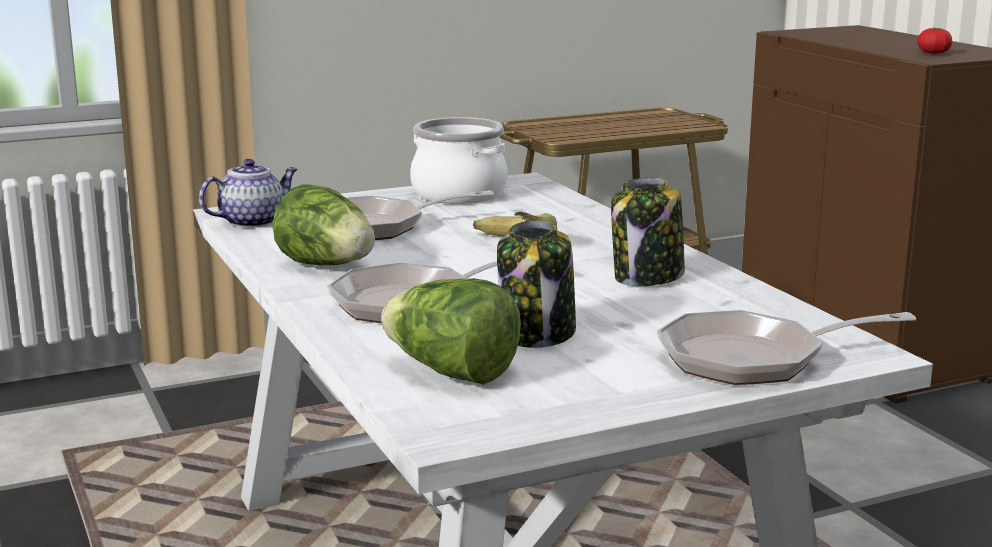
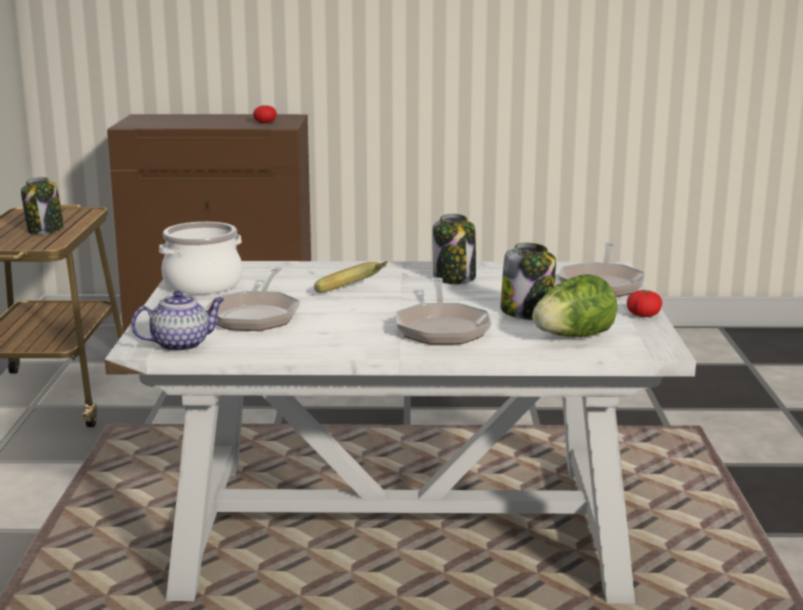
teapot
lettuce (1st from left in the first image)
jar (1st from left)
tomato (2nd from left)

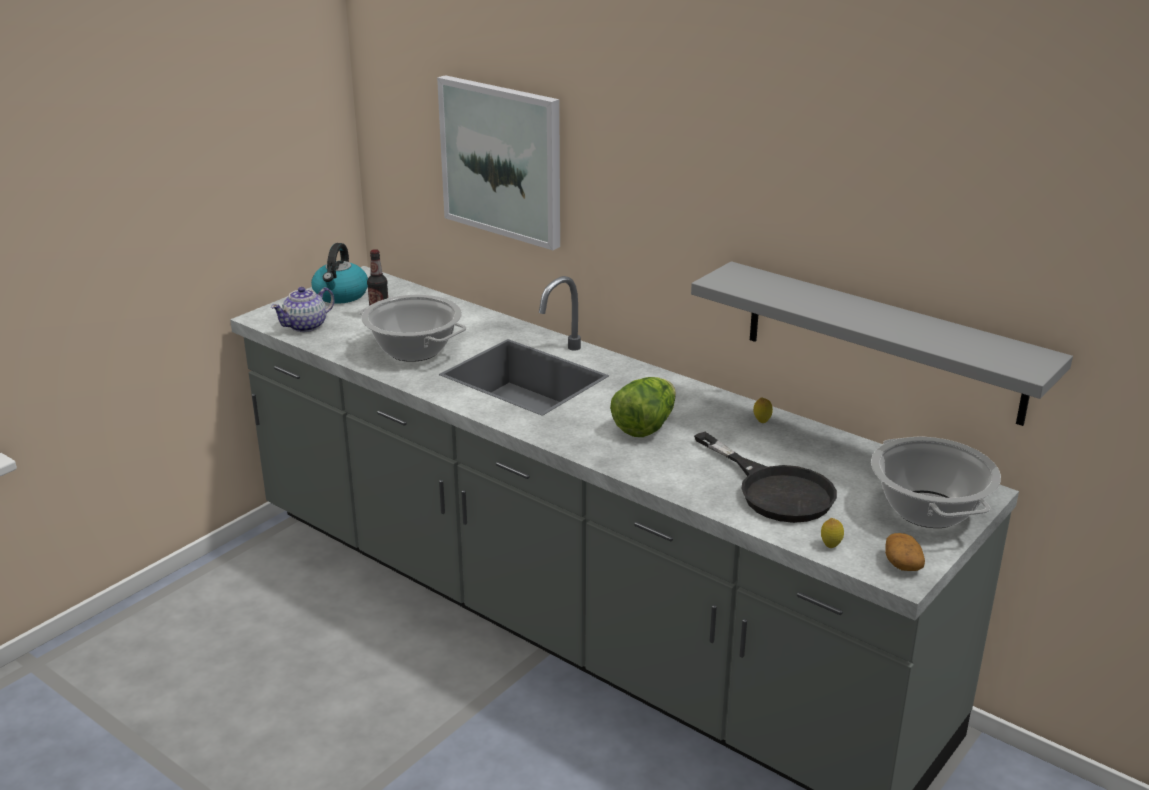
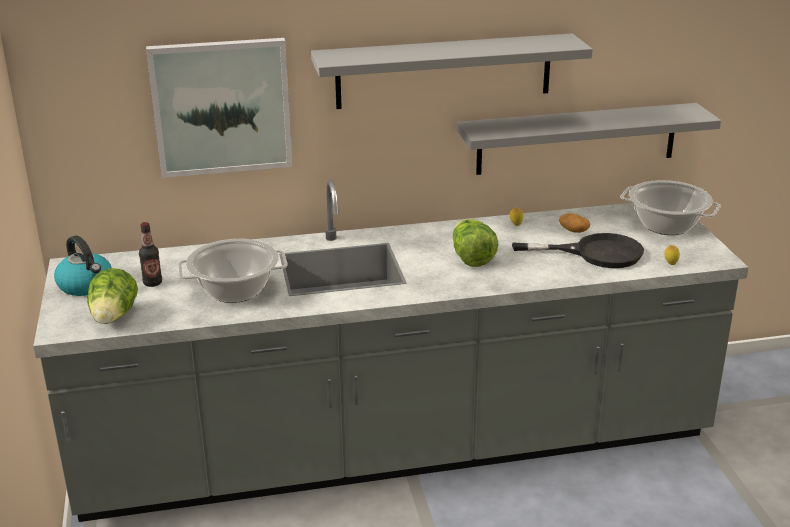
lettuce (1st from left)
potato
grey_shelf (1st from left)

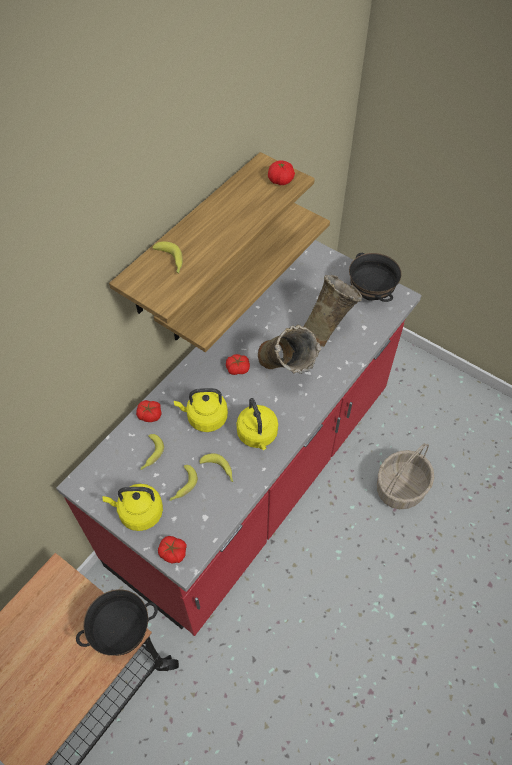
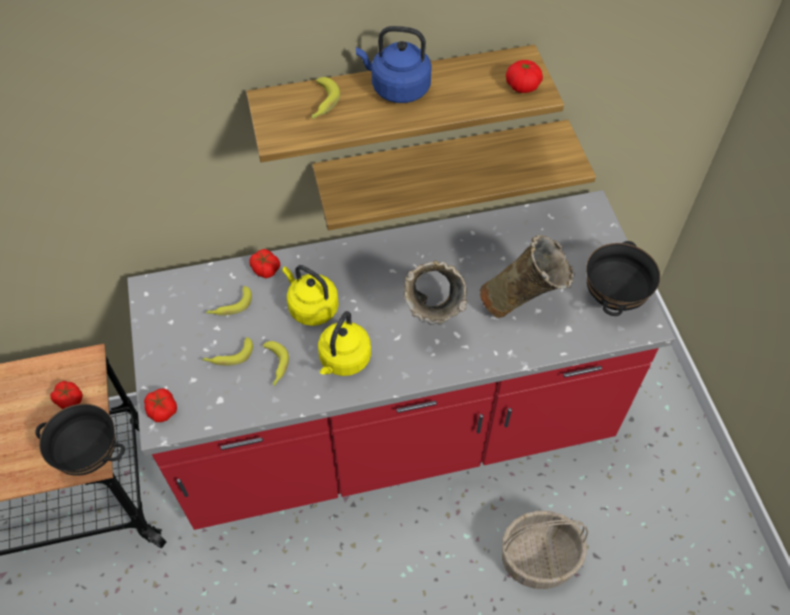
tomato (1st from left)
yellow_kettle (1st from left in the first image)
blue_kettle

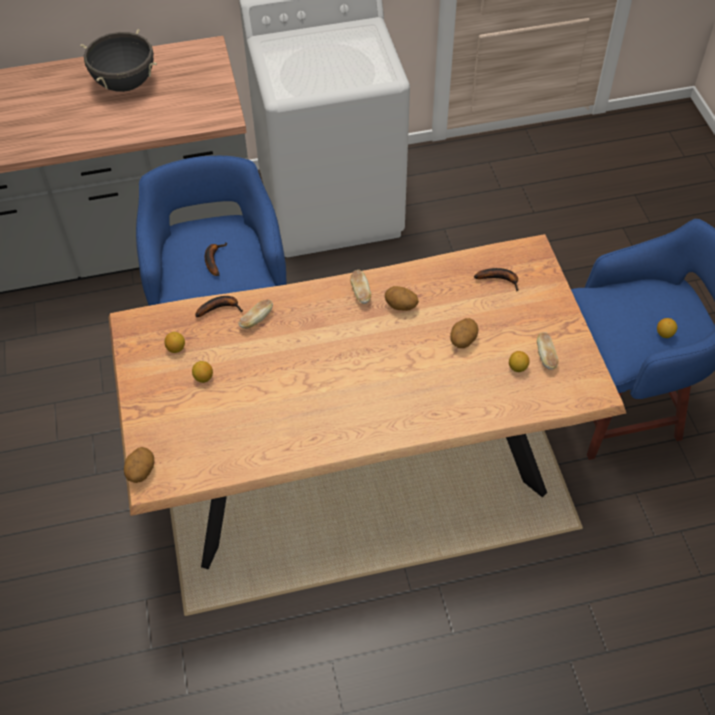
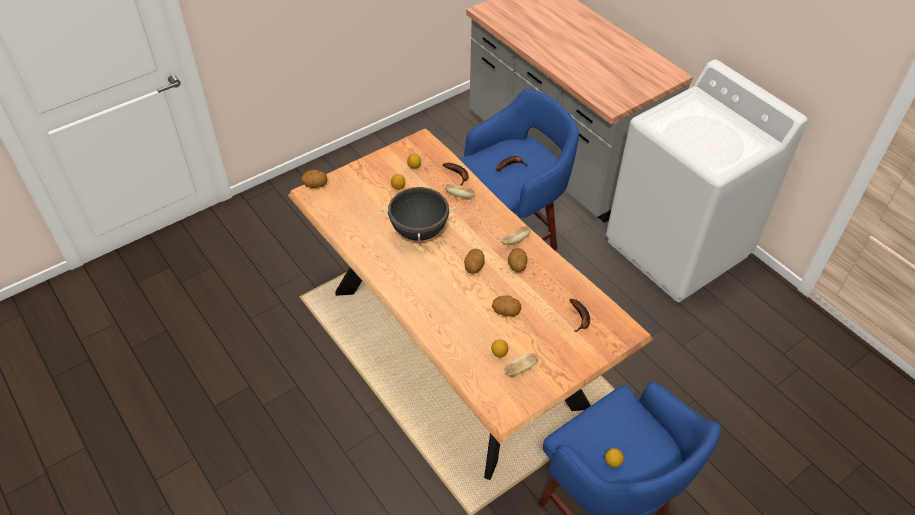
black_cooking_pot
potato (2nd from left)

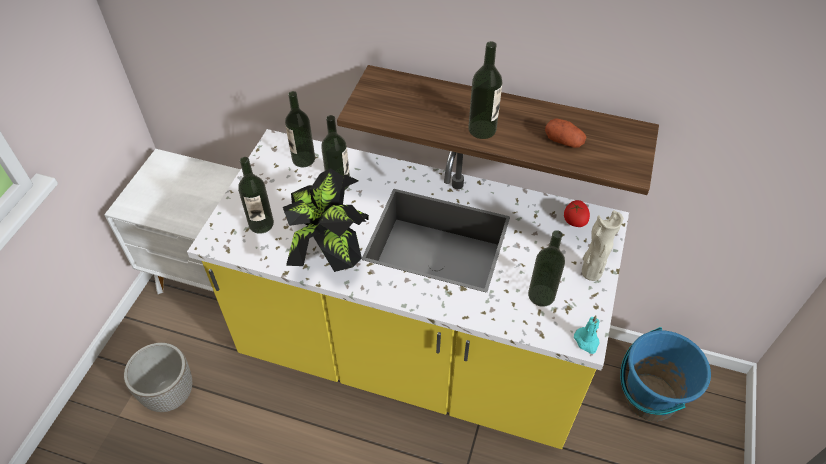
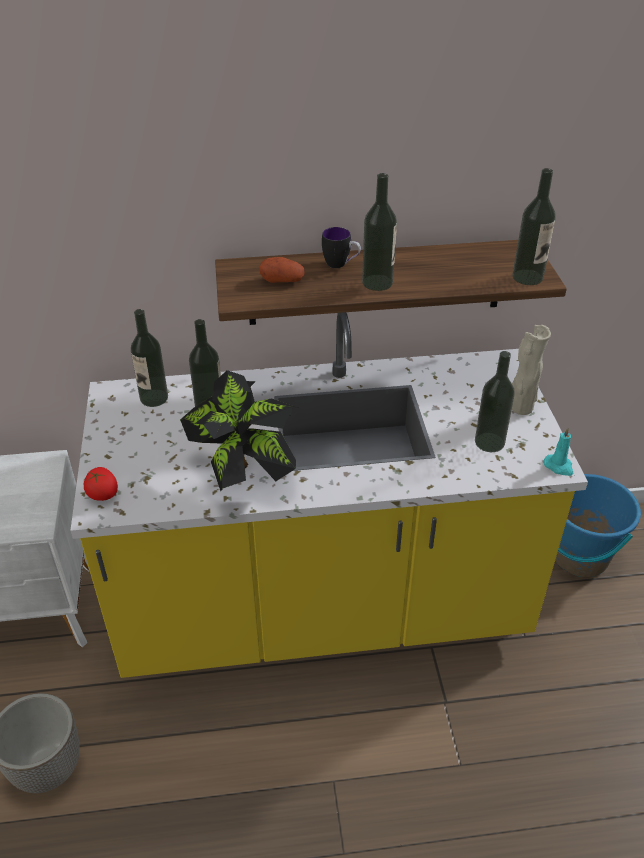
potato
bottle (5th from left)
tomato
mug

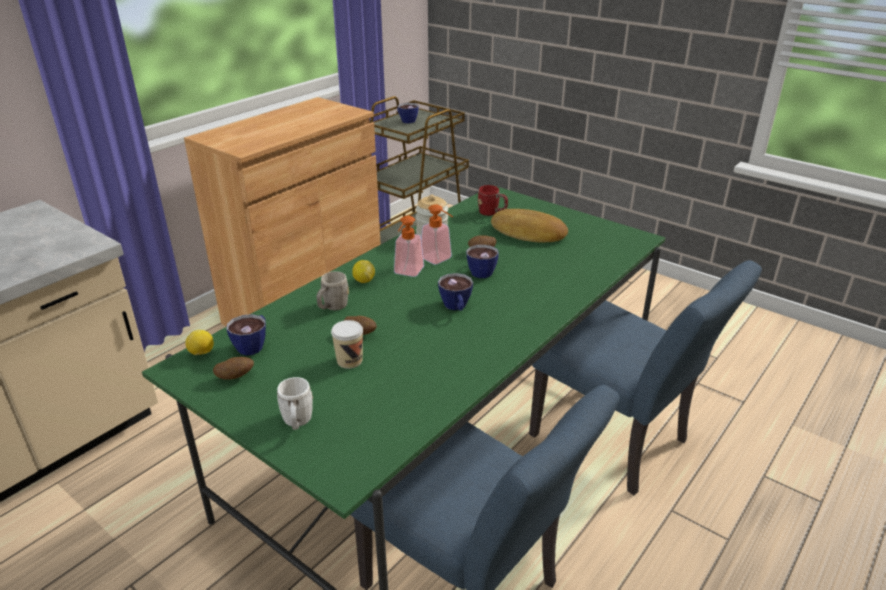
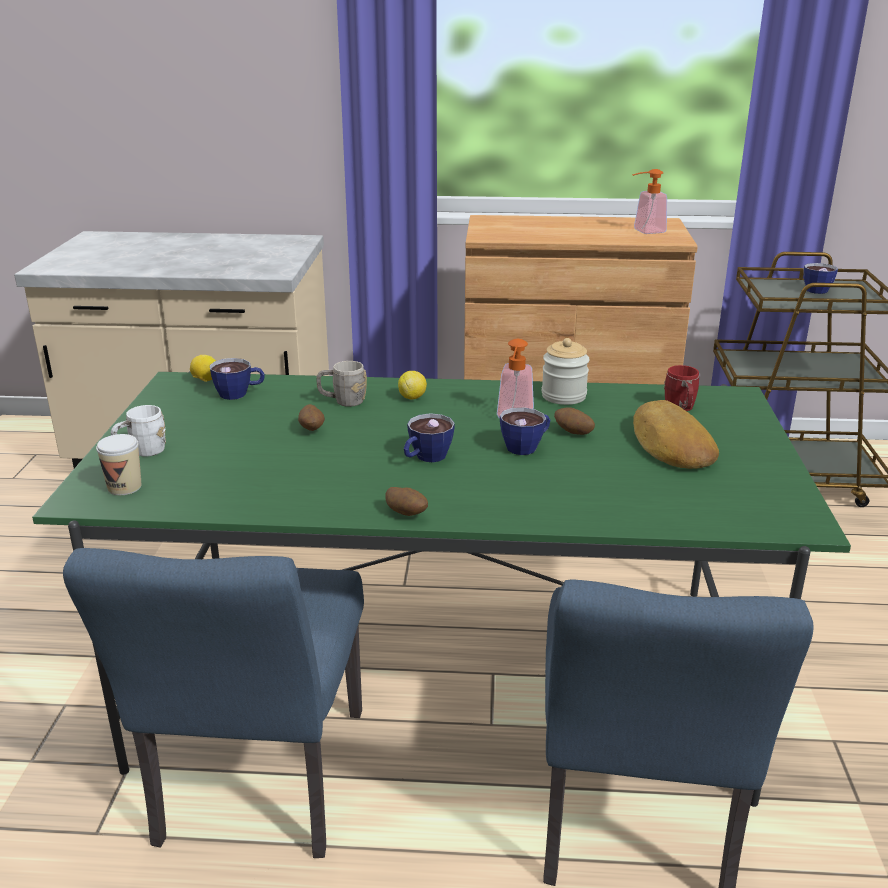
soap_dispenser (2nd from left)
cup (1st from left)
potato (2nd from left)

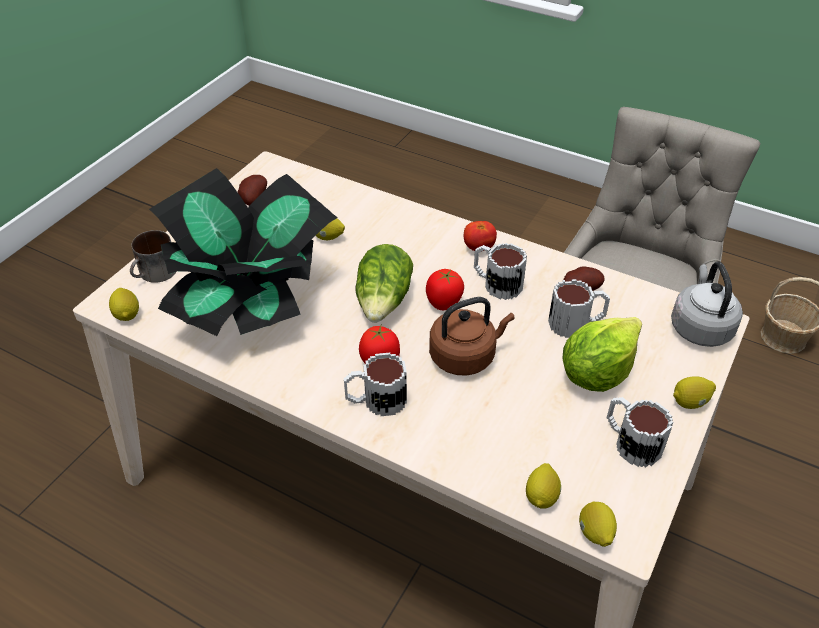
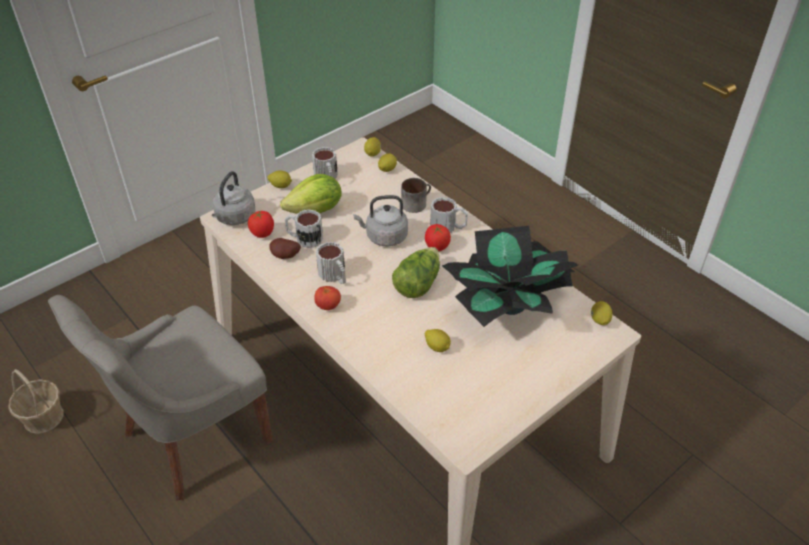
potato (1st from left in the first image)
mug (4th from left)
tomato (1st from left)
grey_kettle (2nd from left)

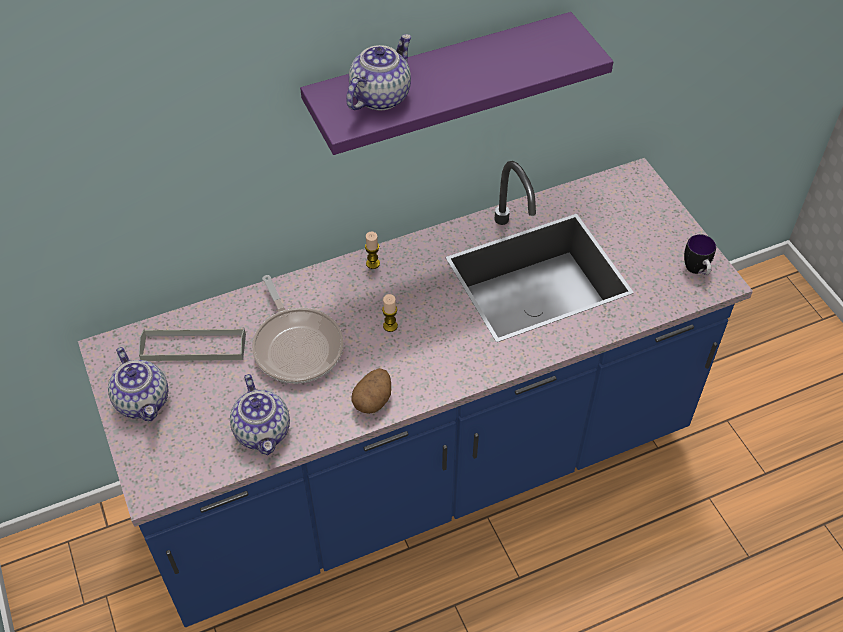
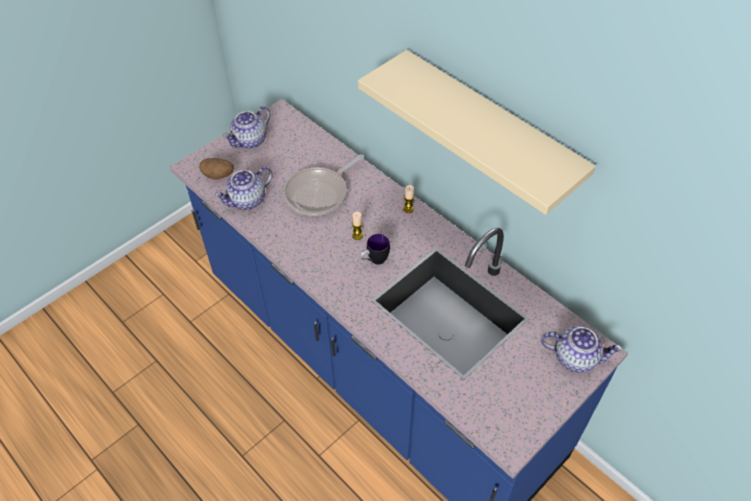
beige_shelf
teapot (3rd from left)
mug
grey_tray
potato

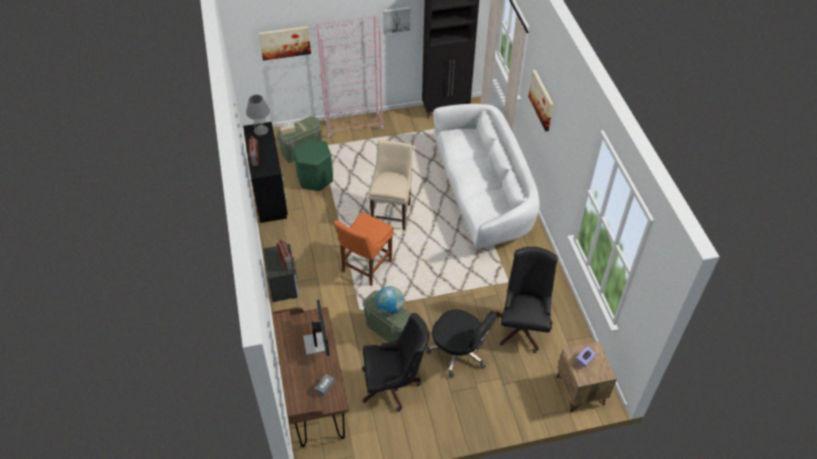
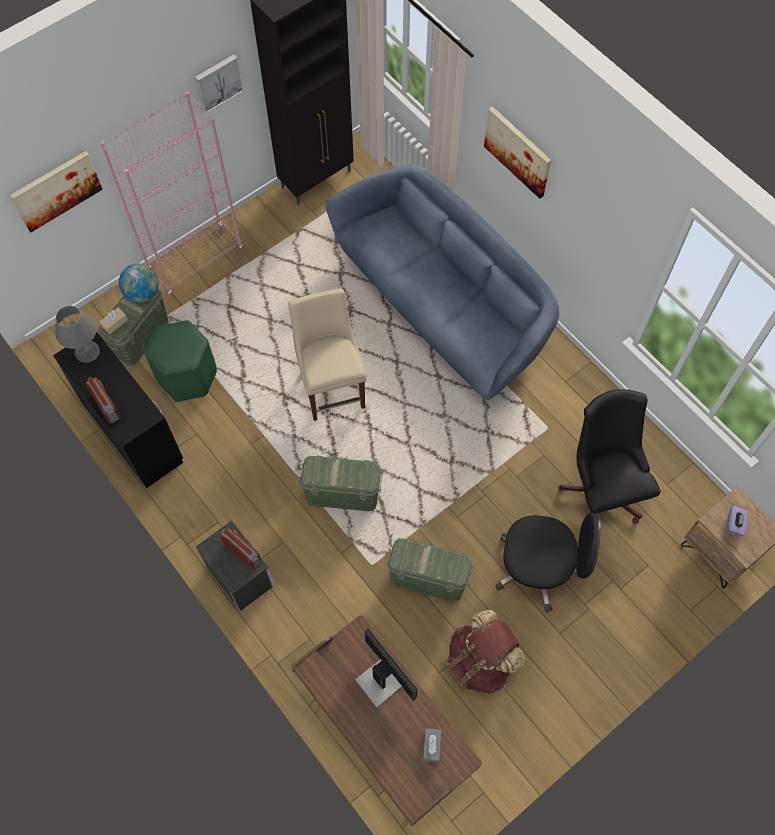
blue_sofa
green_storage_box (2nd from left)
globe
brown_backpack

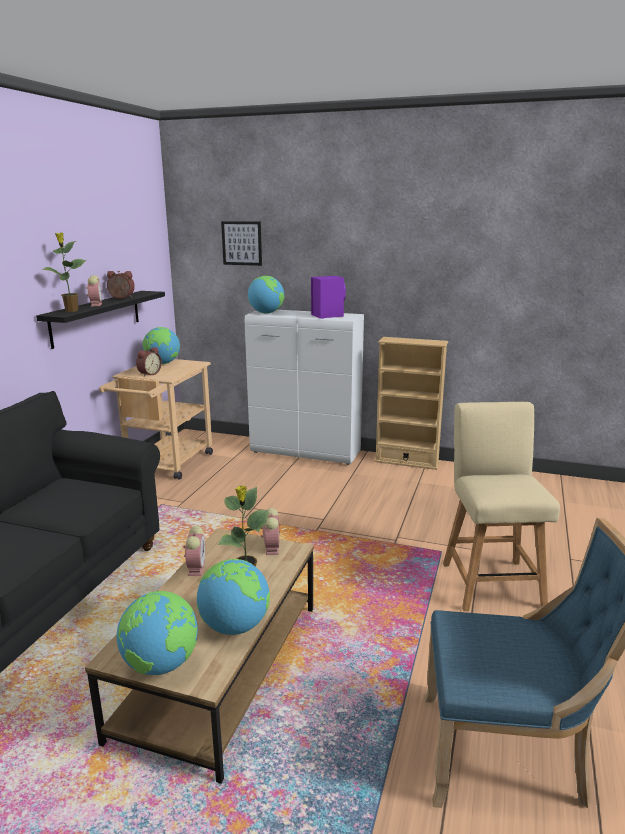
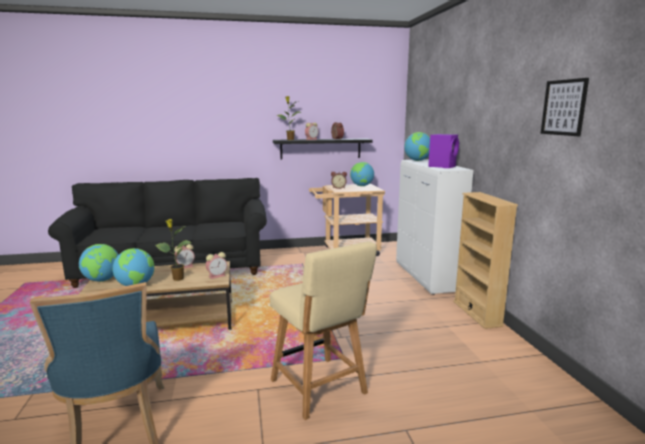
picture
beige_chair

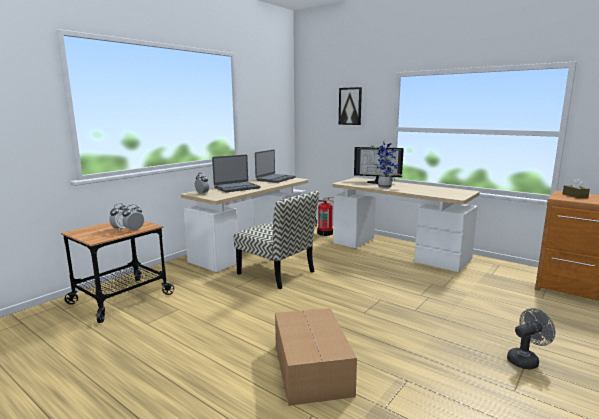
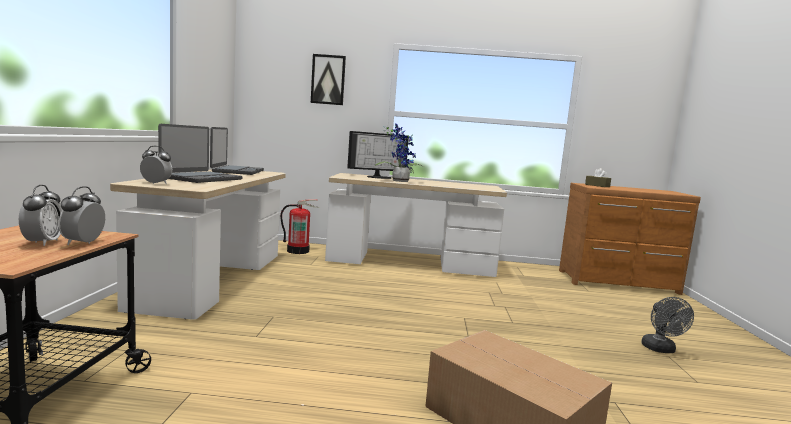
chair
grey_fan

